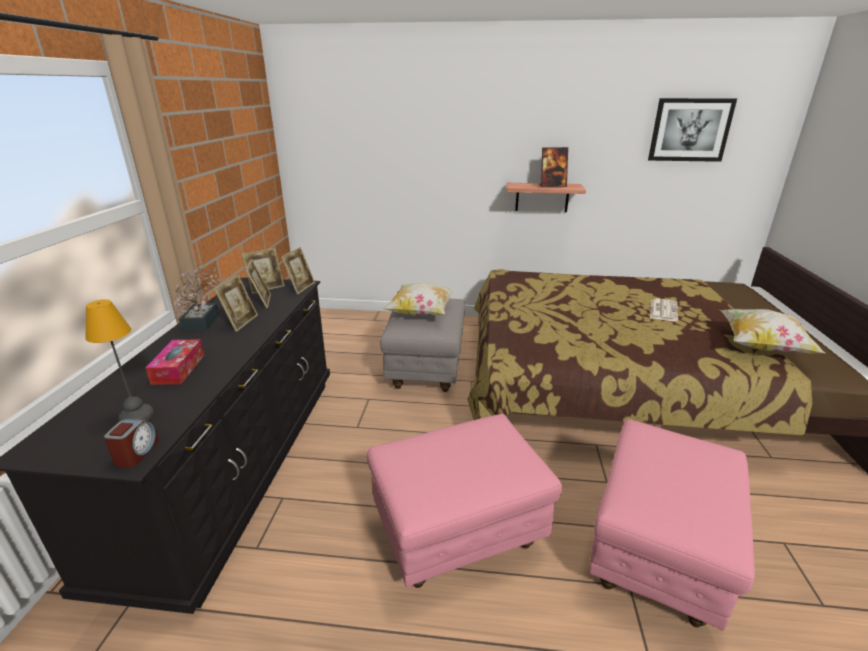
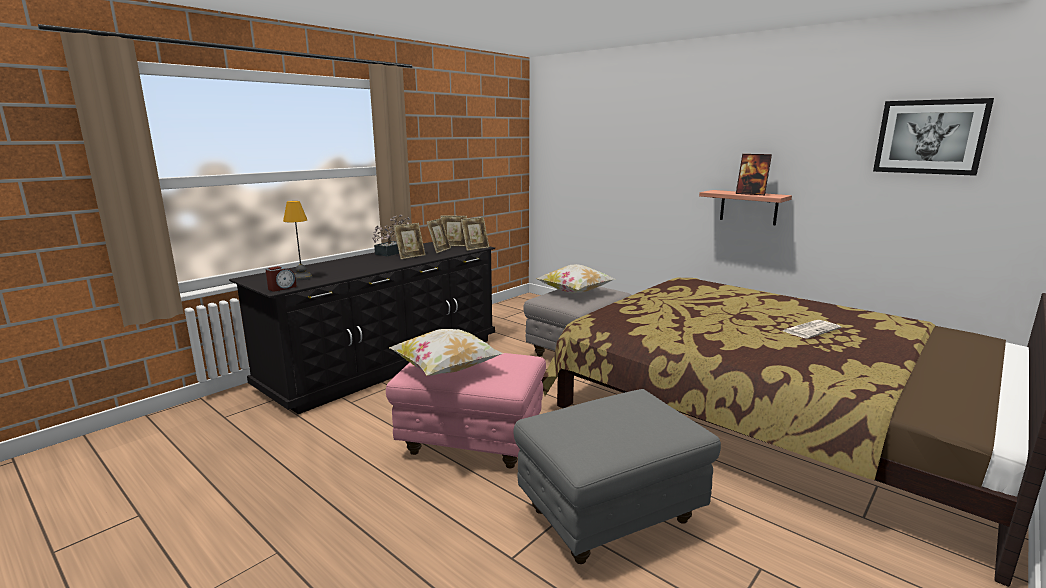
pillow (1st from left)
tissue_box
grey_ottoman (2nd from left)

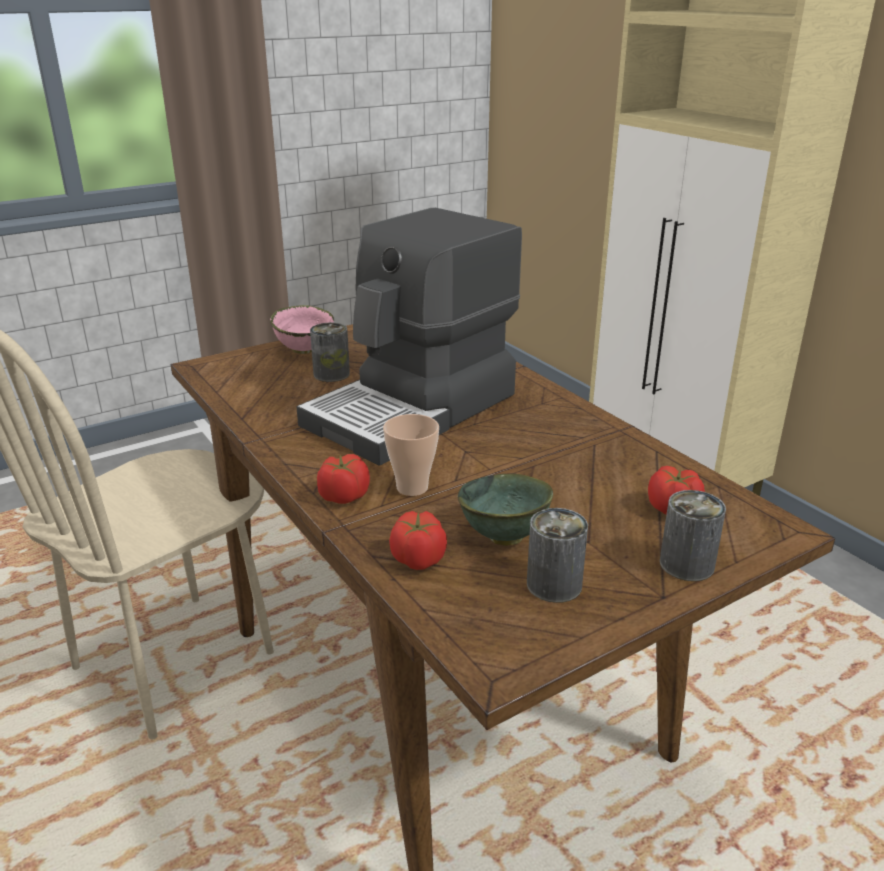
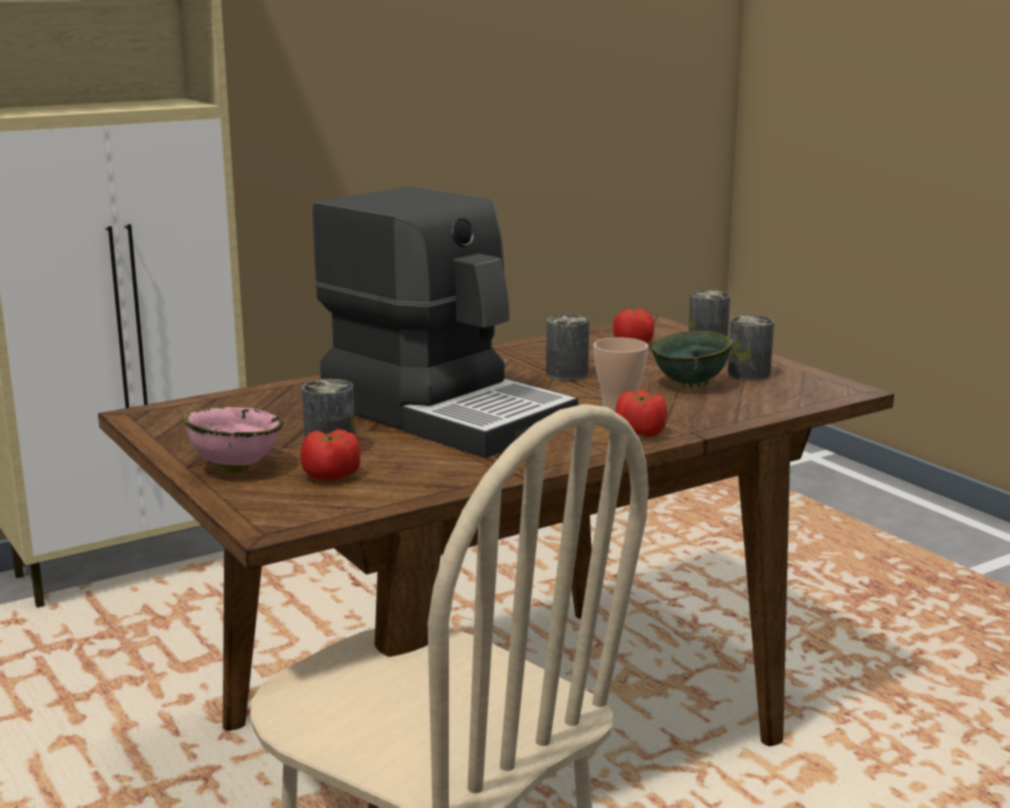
tomato (1st from left)
can (2nd from left)

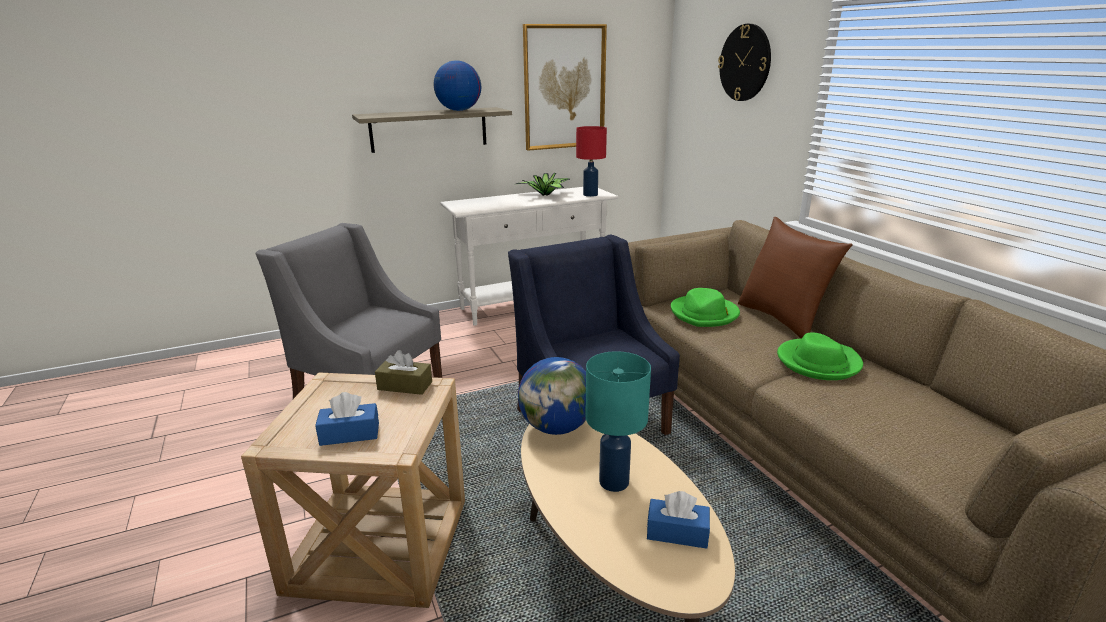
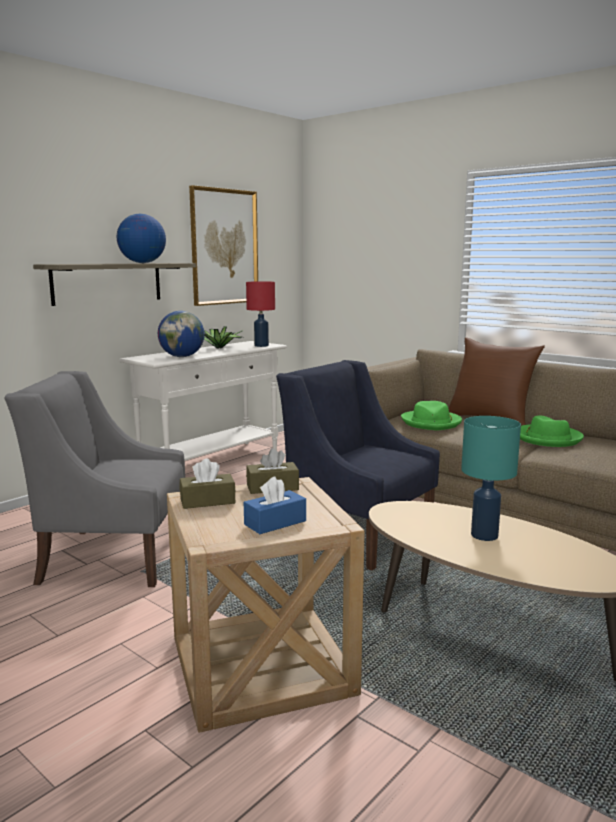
wall_clock
globe (2nd from left)
blue_tissue_box (2nd from left in the first image)
brown_tissue_box (1st from left)

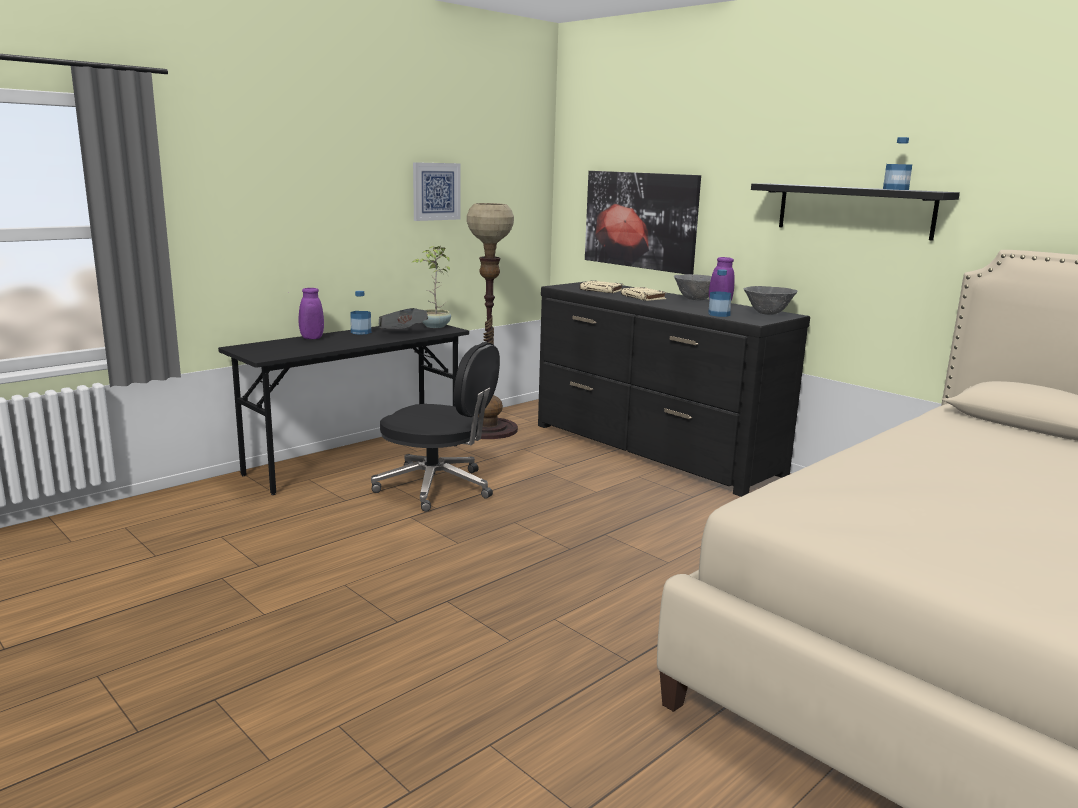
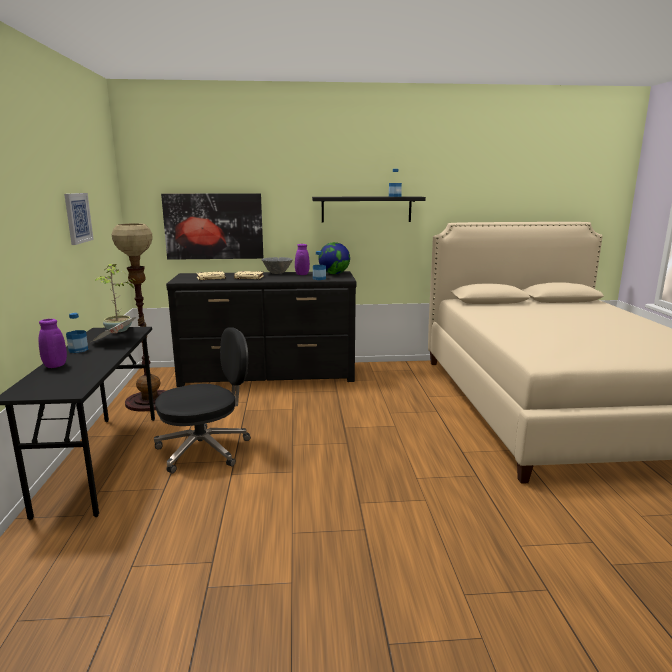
globe

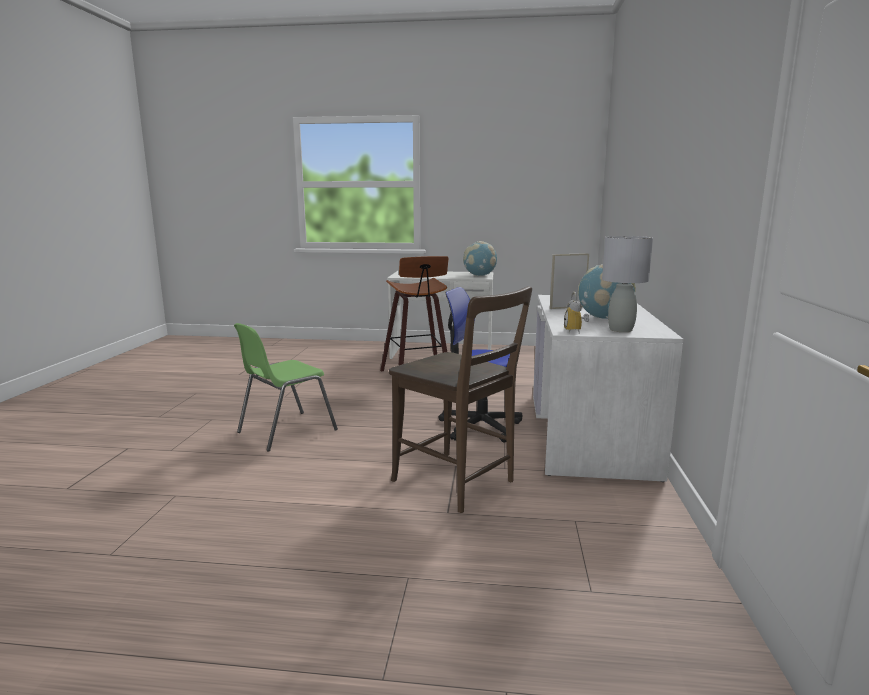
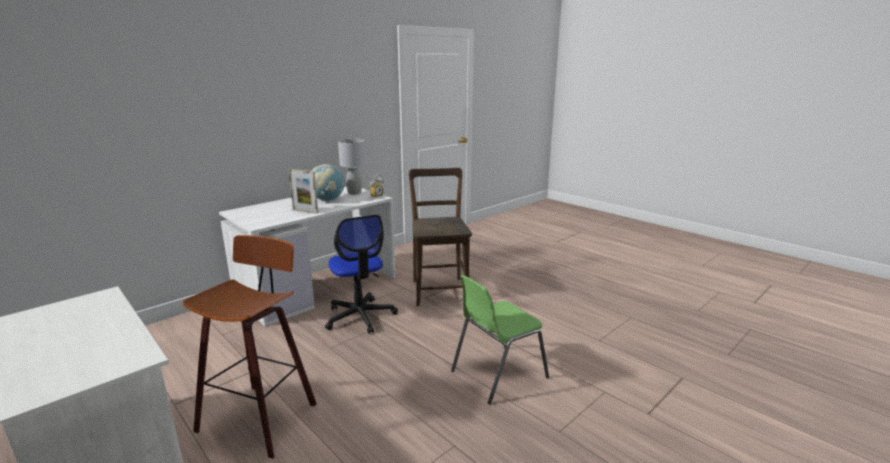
globe (1st from left in the first image)
green_chair

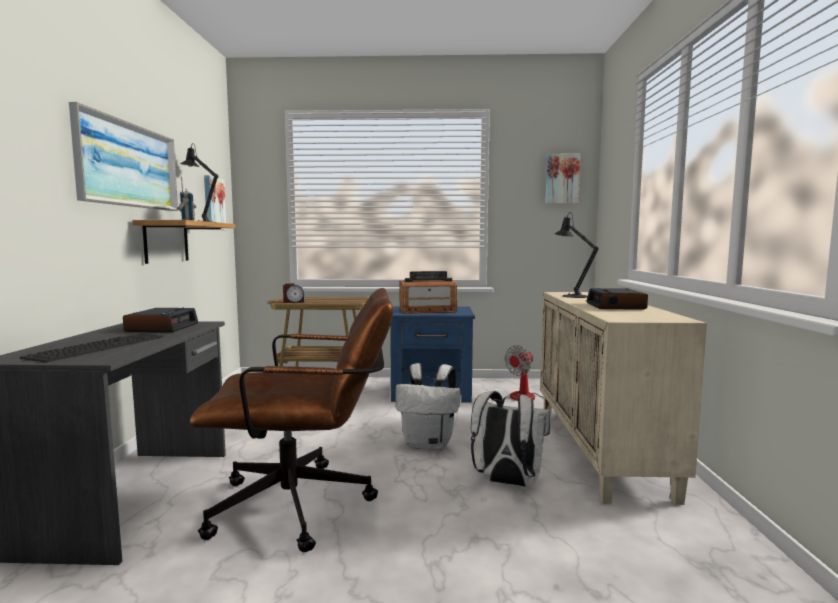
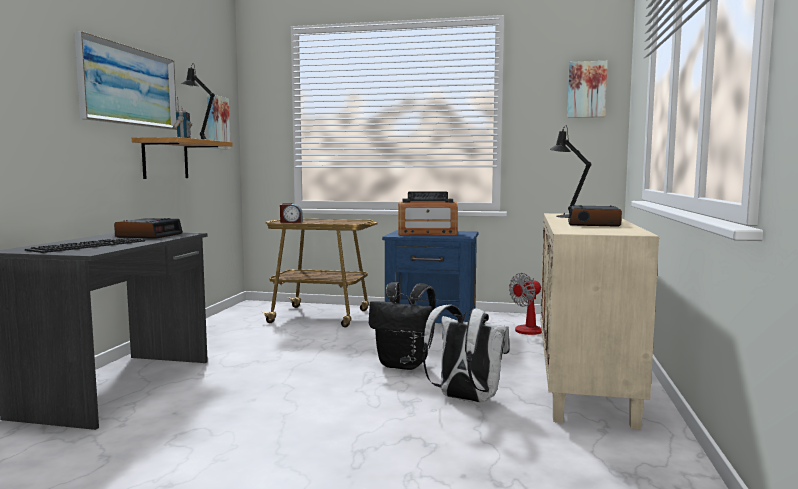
brown_office_chair
black_backpack

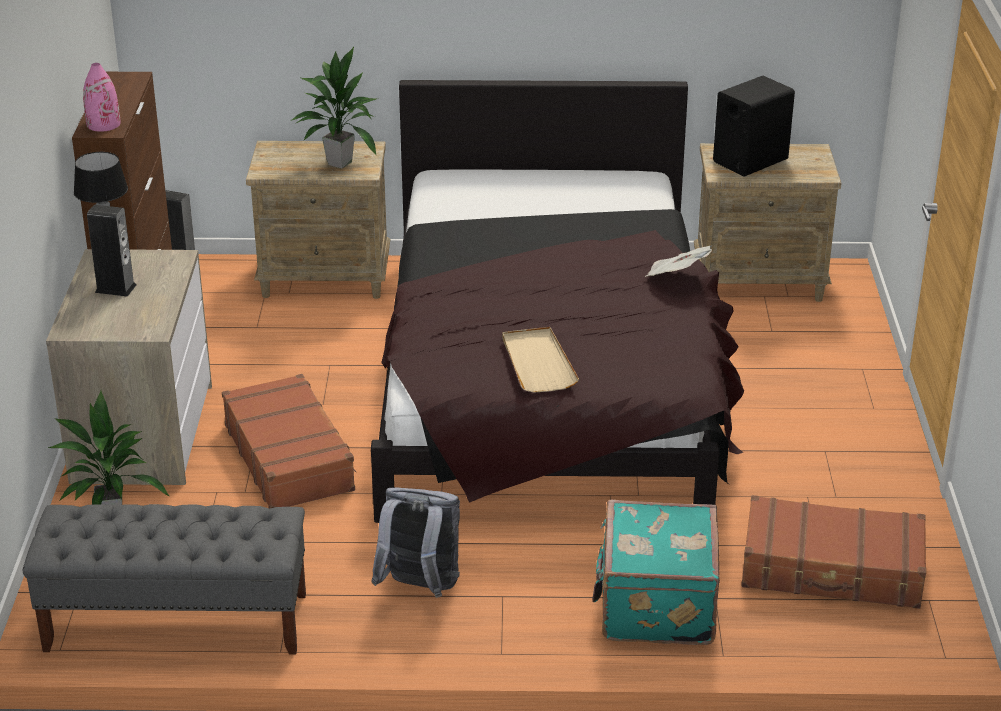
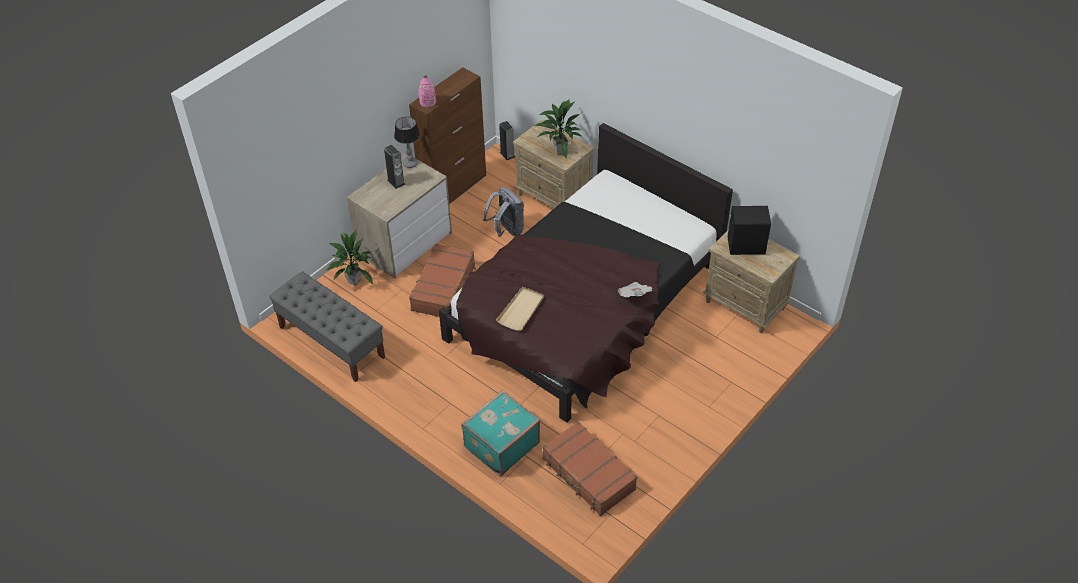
grey_backpack

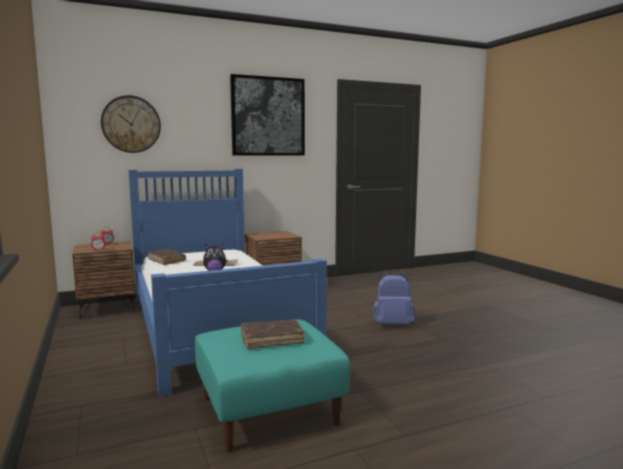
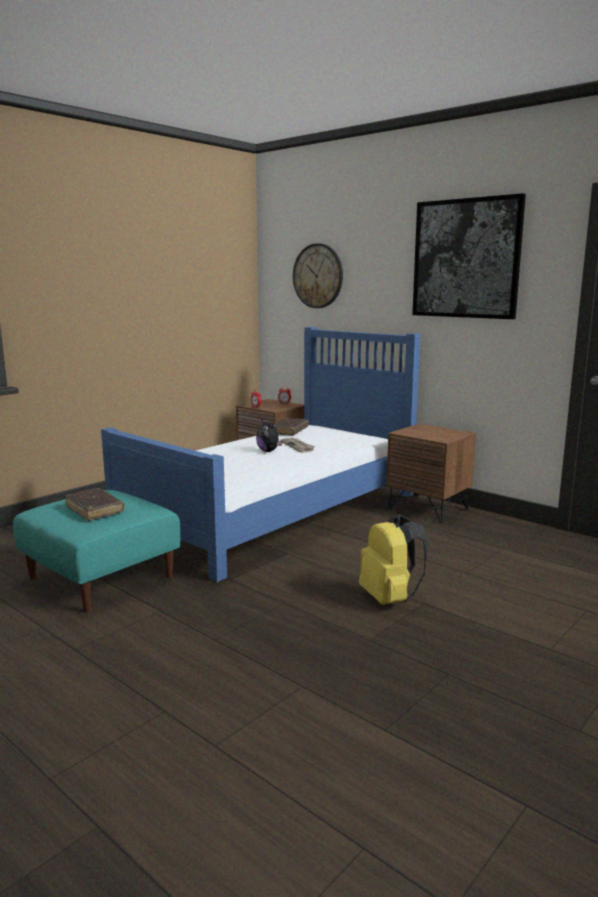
yellow_backpack

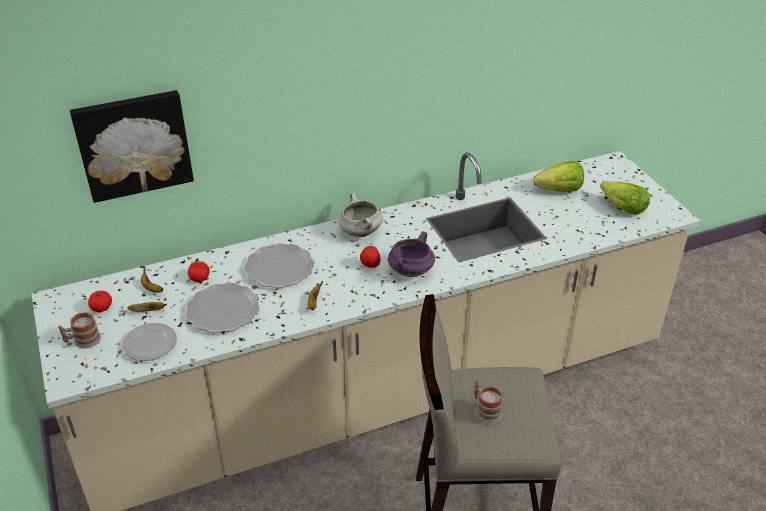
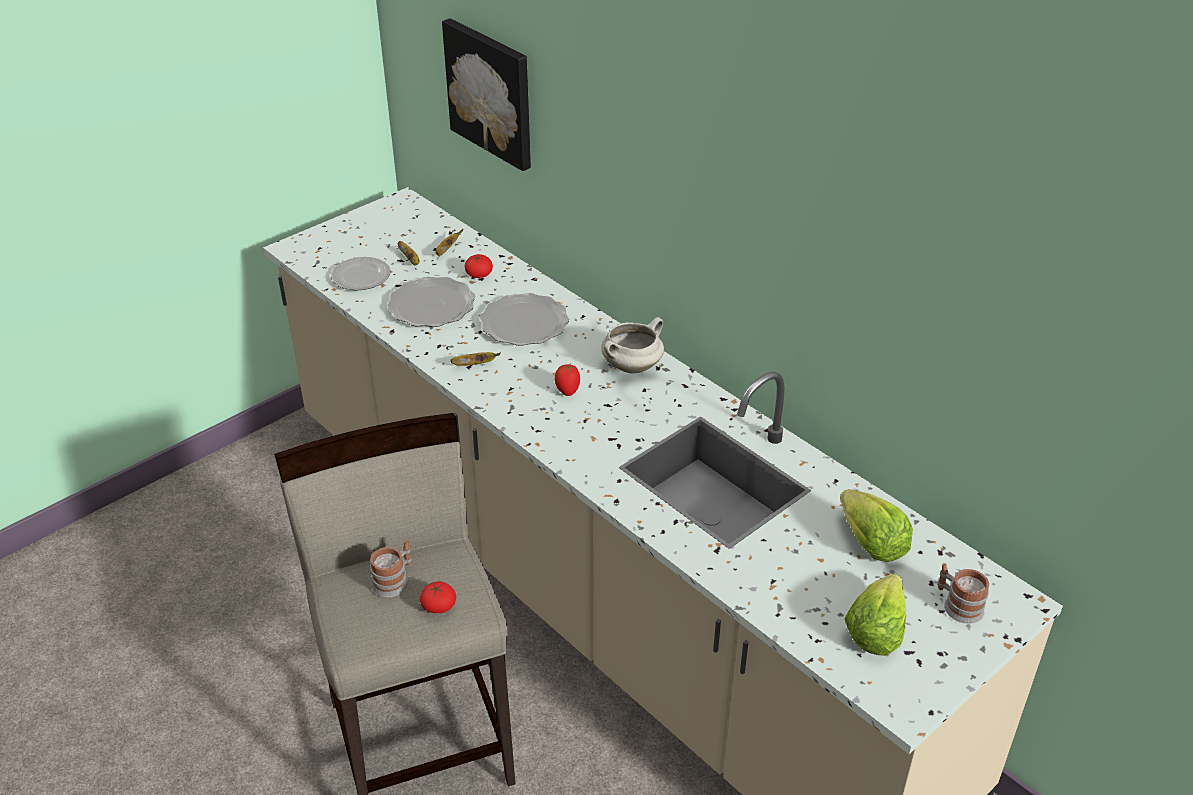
purple_cooking_pot
tomato (1st from left)
mug (2nd from left)

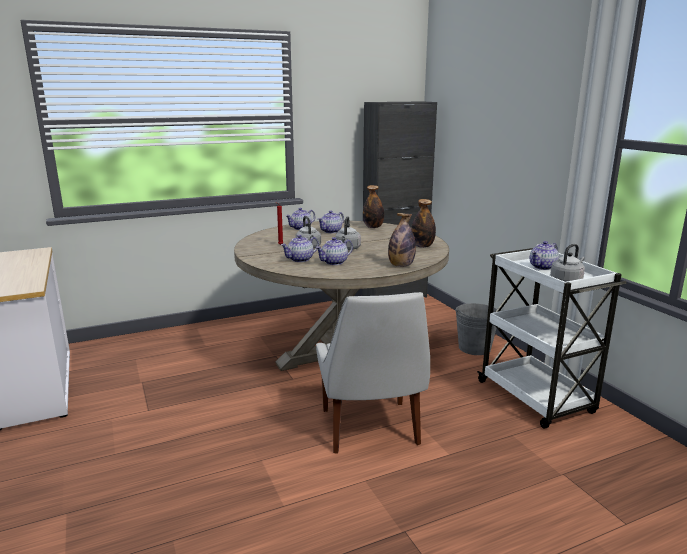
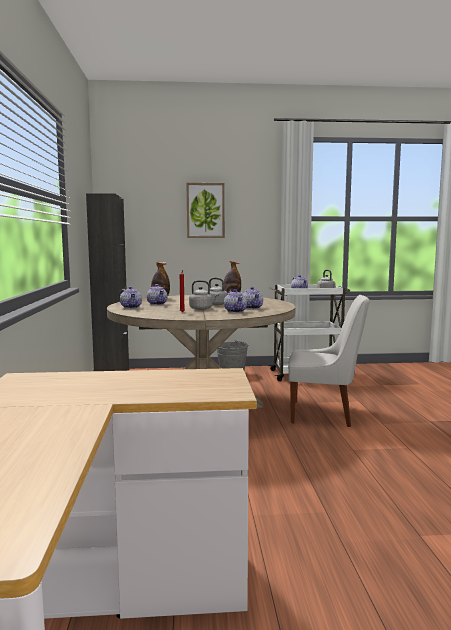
bottle (2nd from left in the first image)
picture

